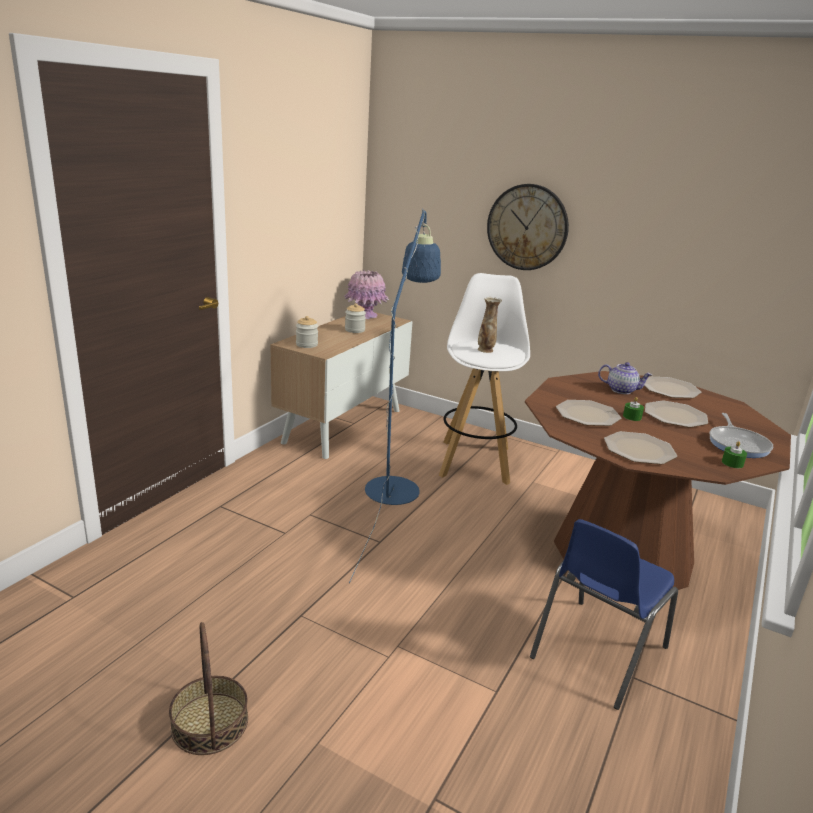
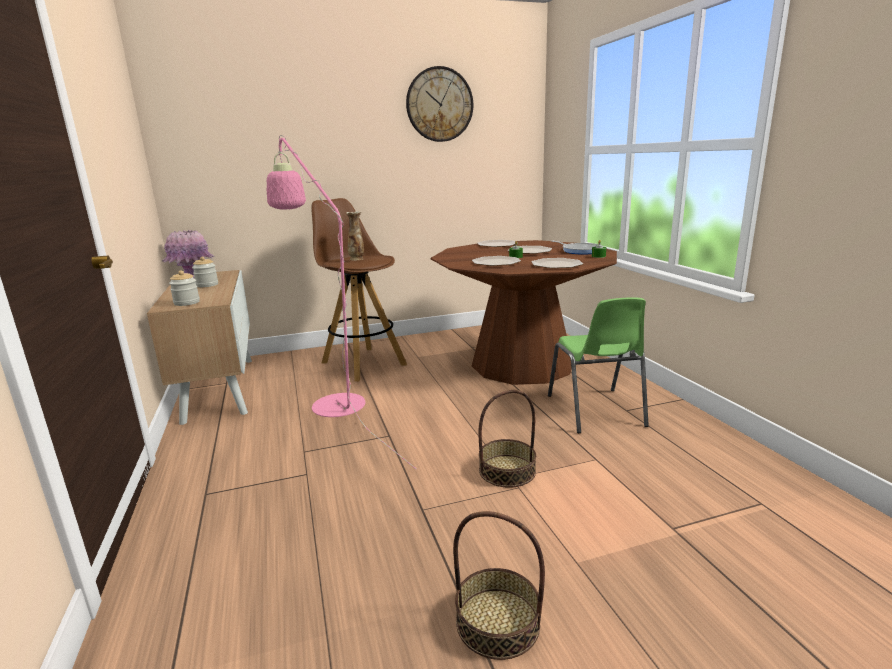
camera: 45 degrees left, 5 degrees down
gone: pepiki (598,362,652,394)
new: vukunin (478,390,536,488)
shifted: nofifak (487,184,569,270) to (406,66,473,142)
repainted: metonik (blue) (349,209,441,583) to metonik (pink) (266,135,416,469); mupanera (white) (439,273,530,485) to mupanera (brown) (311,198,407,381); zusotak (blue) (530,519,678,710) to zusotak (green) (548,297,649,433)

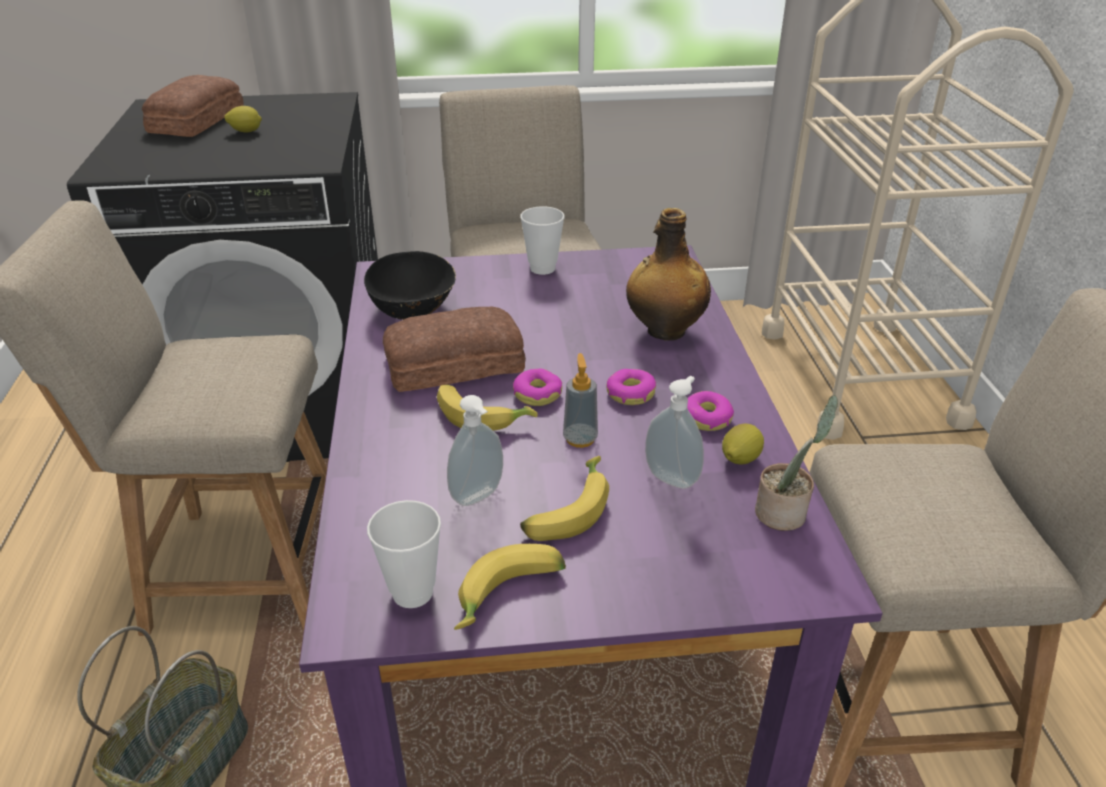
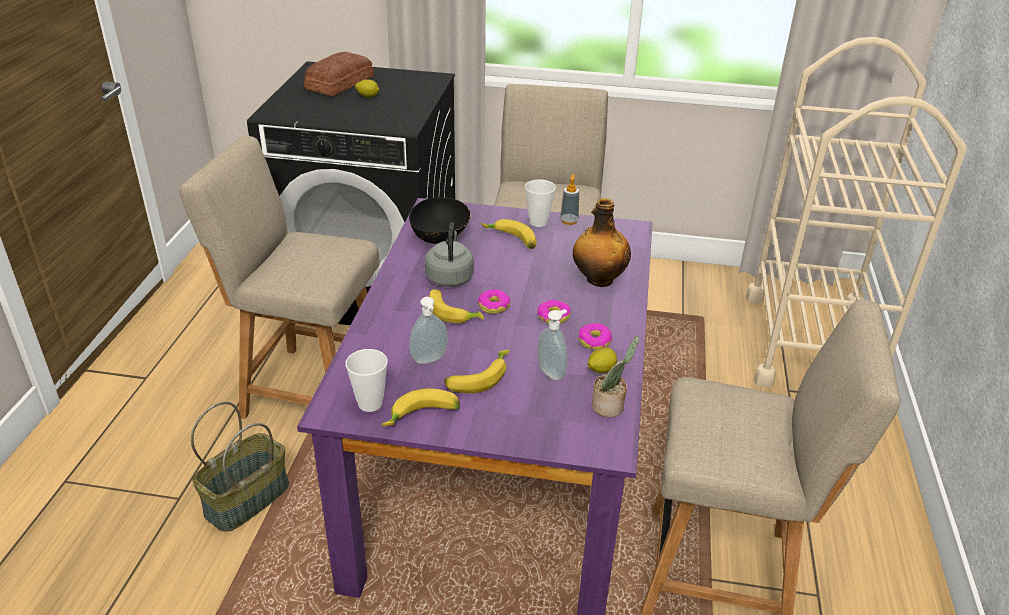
camera: 15 degrees right, 0 degrees up
new: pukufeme (481,219,537,249)
shifted: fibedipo (563,353,598,448) to (560,174,579,225)
swapped: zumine (383,307,526,392) to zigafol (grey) (425,222,474,287)

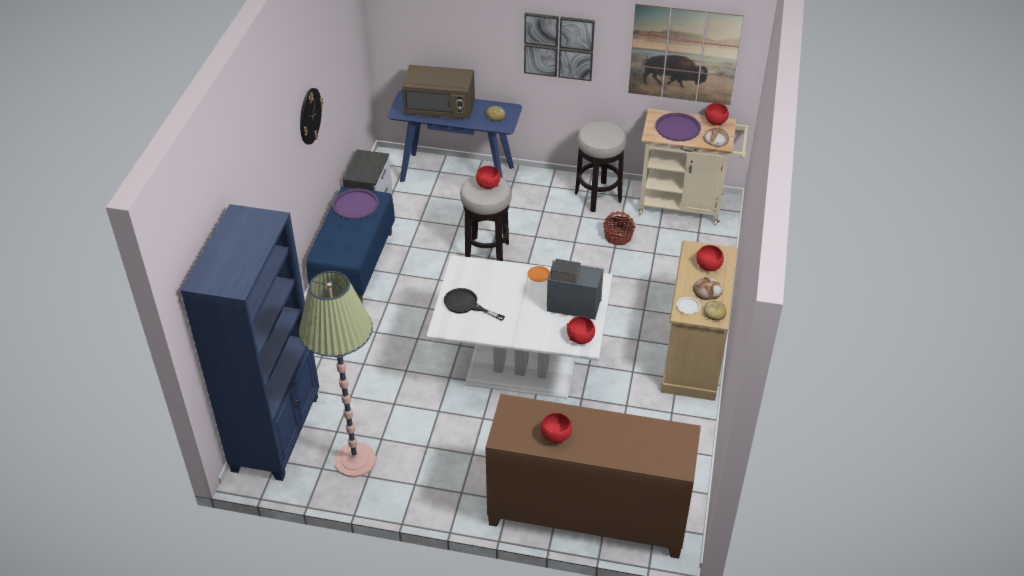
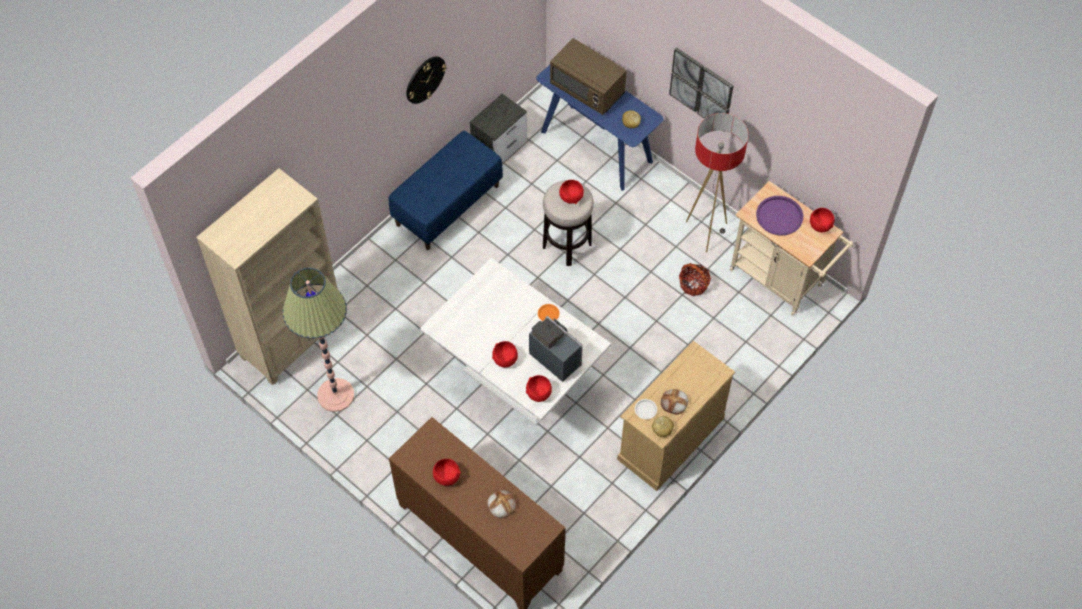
camera: 30 degrees right, 15 degrees up
gone: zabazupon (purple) (333,189,379,219); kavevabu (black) (444,288,505,321); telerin (628,4,744,105)
shifted: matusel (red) (696,245,724,271) to (492,341,518,368); zumine (703,128,729,147) to (487,490,517,518)
swapped: mupanera (575,121,627,212) to metonik (686,113,749,252)
repainted: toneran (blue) (180,204,319,481) to toneran (beige) (196,168,338,385)

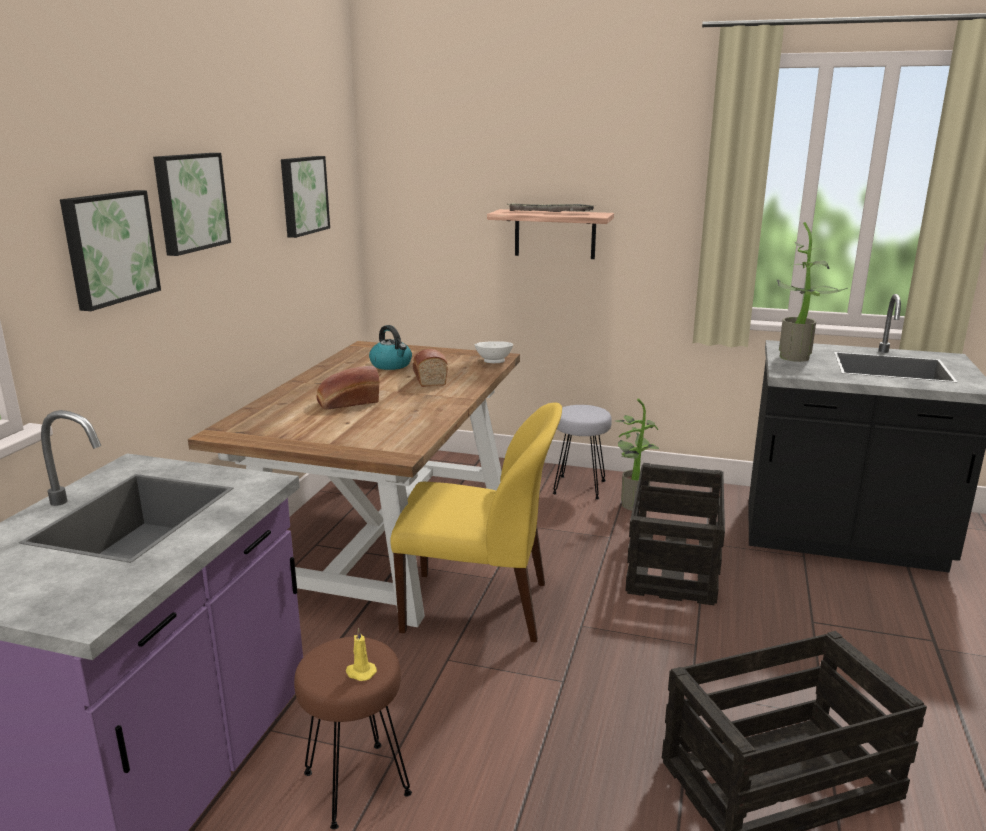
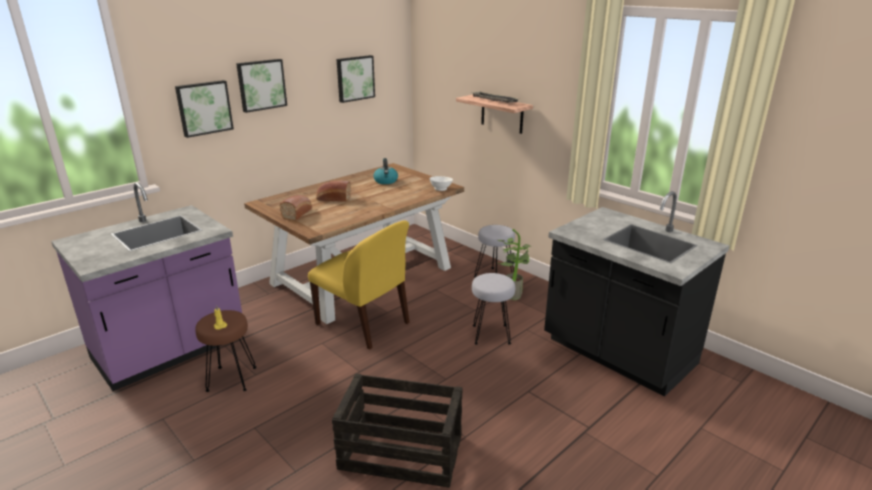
camera: 30 degrees right, 5 degrees up
gone: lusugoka (777,222,848,362)
shifted: zumine (413,349,448,387) to (279,195,312,221)
swapped: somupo (625,463,725,606) to mupanera (grey) (472,273,515,345)

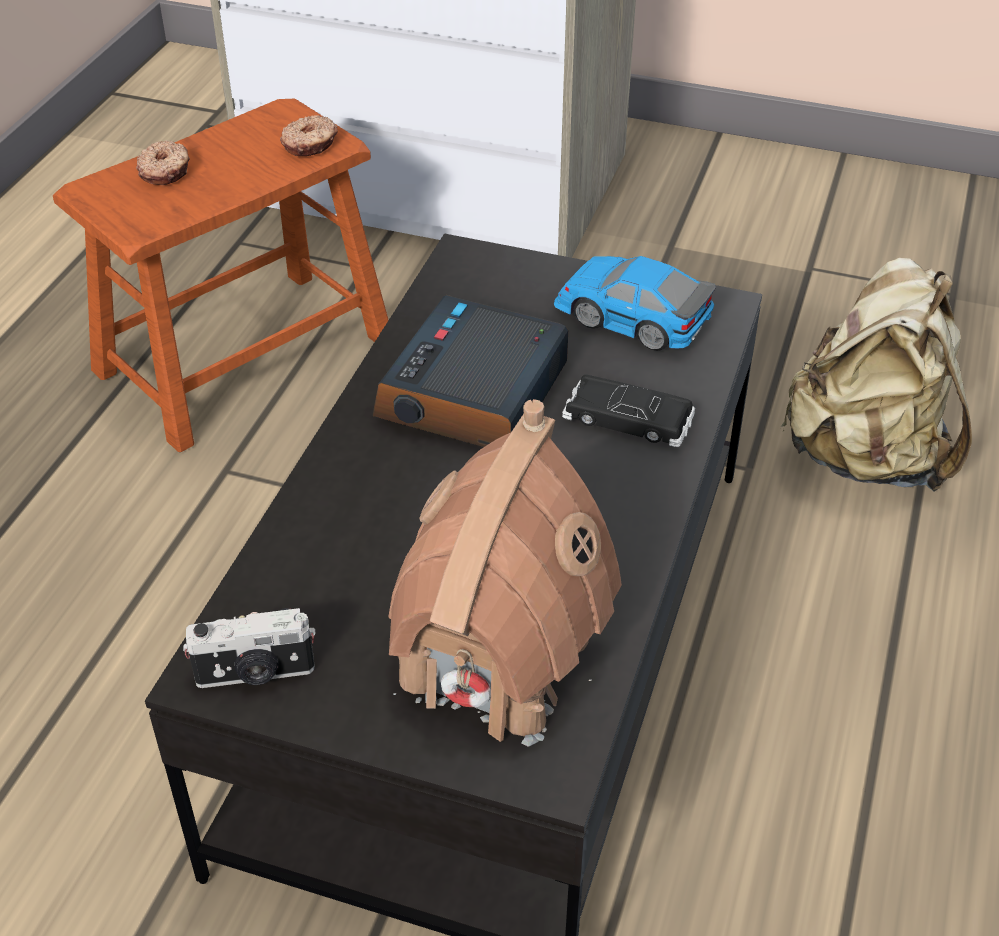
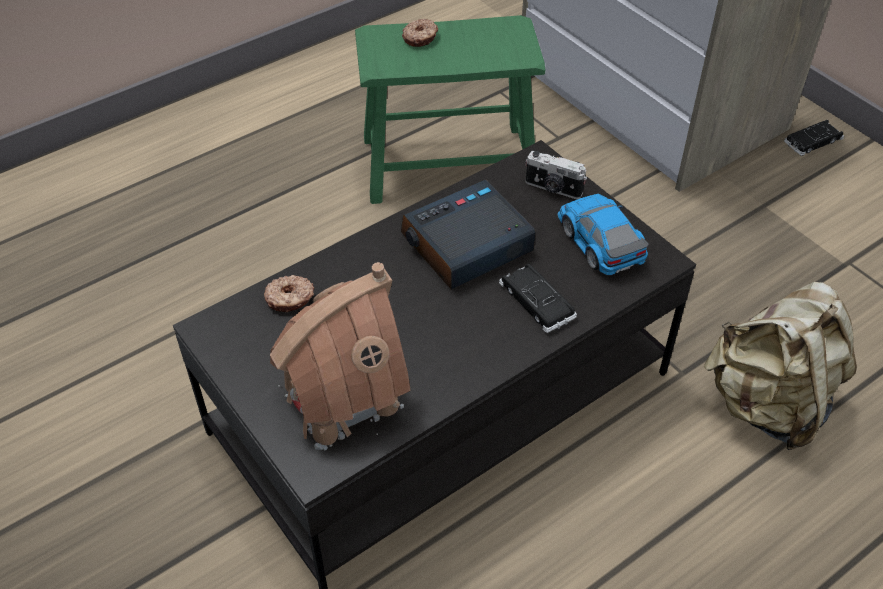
camera: 35 degrees right, 5 degrees up
new: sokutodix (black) (784,120,844,156)
shifted: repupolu (183,608,316,688) to (526,151,587,199); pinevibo (280,115,338,156) to (264,275,314,313)
repainted: mupanera (brown) (53,99,388,452) to mupanera (green) (355,15,545,204)

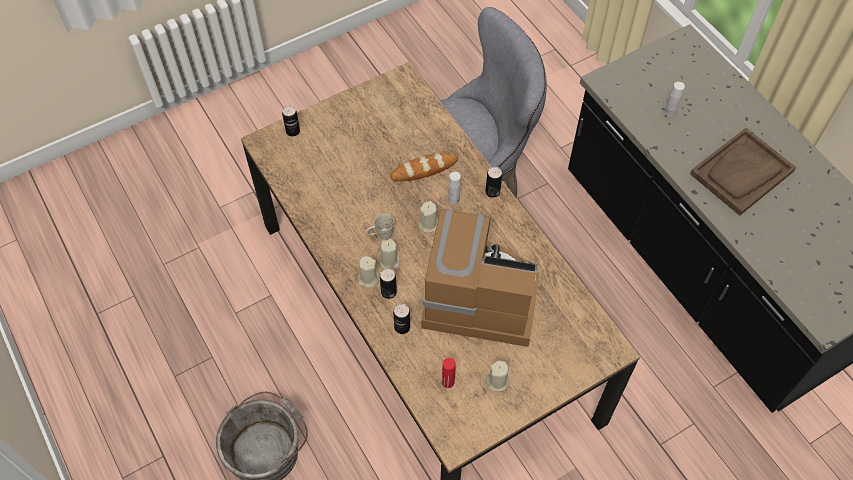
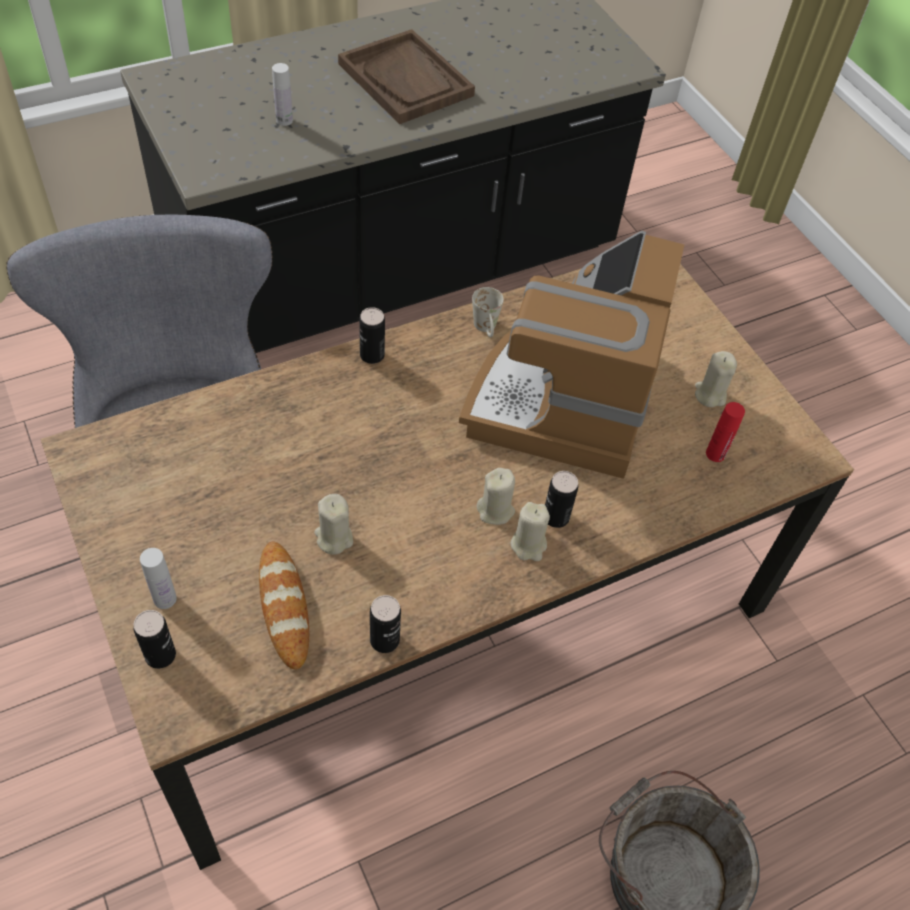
camera: 90 degrees left, 5 degrees down
shifted: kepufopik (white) (365,214,394,240) to (472,287,504,337); zumine (390,153,458,181) to (259,541,309,670); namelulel (393,304,410,334) to (370,595,401,653); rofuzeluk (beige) (418,201,438,233) to (314,494,353,555); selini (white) (448,172,461,205) to (140,548,177,609)

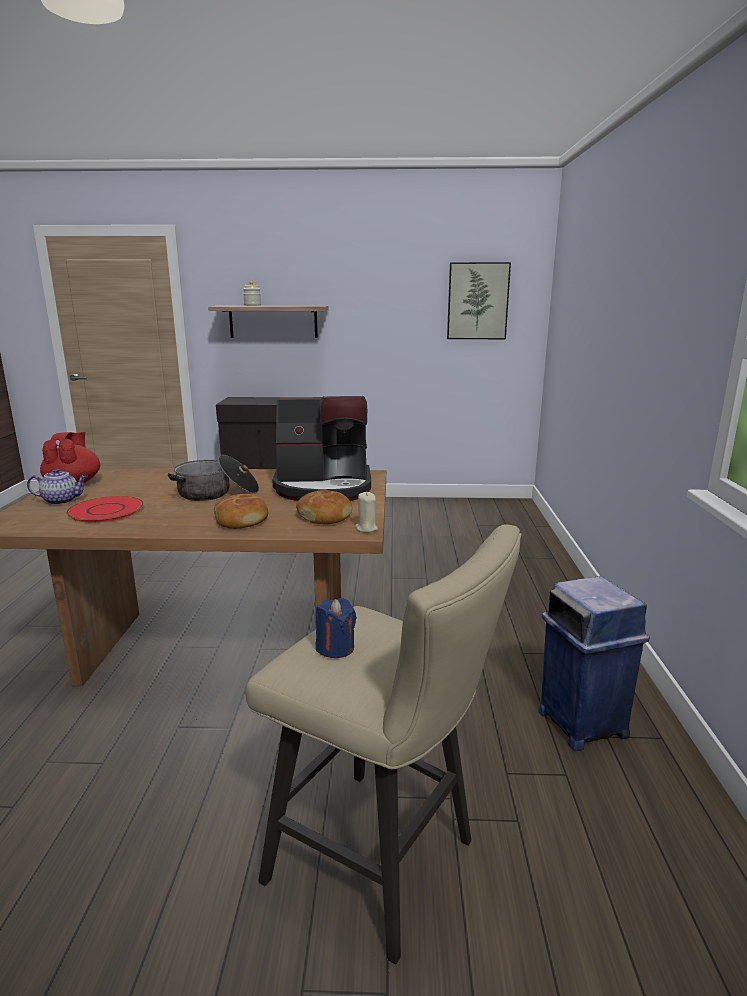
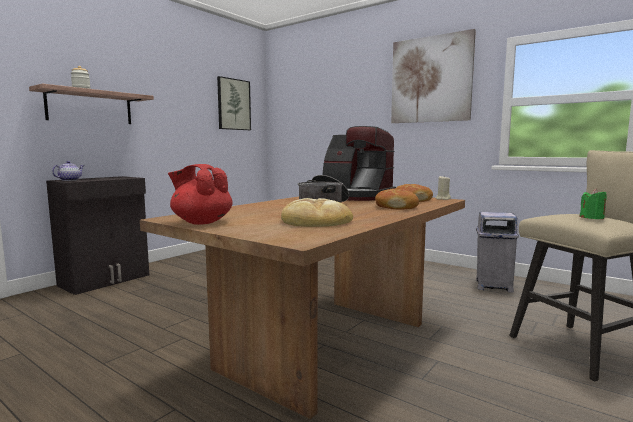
camera: 55 degrees left, 10 degrees down
new: telerin (391,29,476,123)
shifted: pepiki (27,468,87,505) to (52,161,84,181)
swapped: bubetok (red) (66,496,144,522) to zumine (281,198,353,227)
repainted: rofuzeluk (blue) (316,598,356,658) to rofuzeluk (green) (580,189,607,219); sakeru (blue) (539,576,650,751) to sakeru (grey) (476,212,519,293)
rotated: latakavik (272,396,371,501) = (323,126,396,201) 90 degrees clockwise

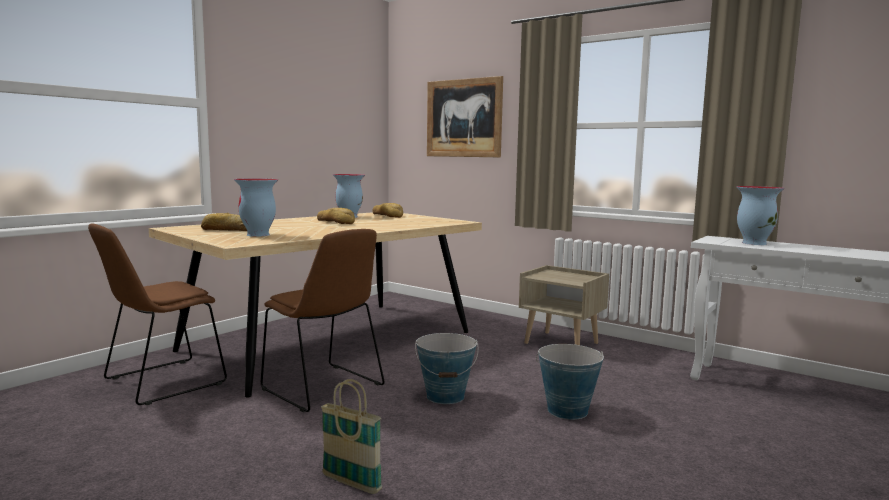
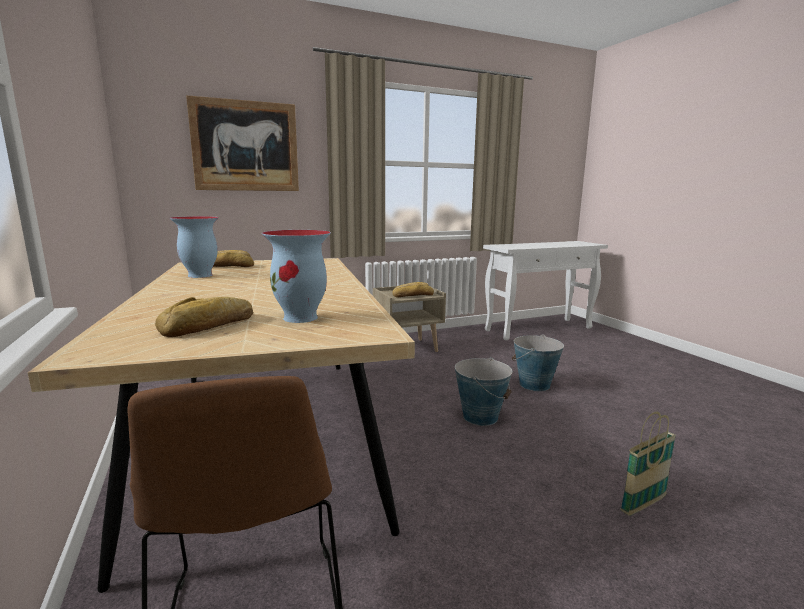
camera: 60 degrees left, 5 degrees up
gone: zusotak (brown) (261,229,385,412); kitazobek (736,186,785,245)
shifted: zumine (317,208,355,224) to (393,282,434,297)

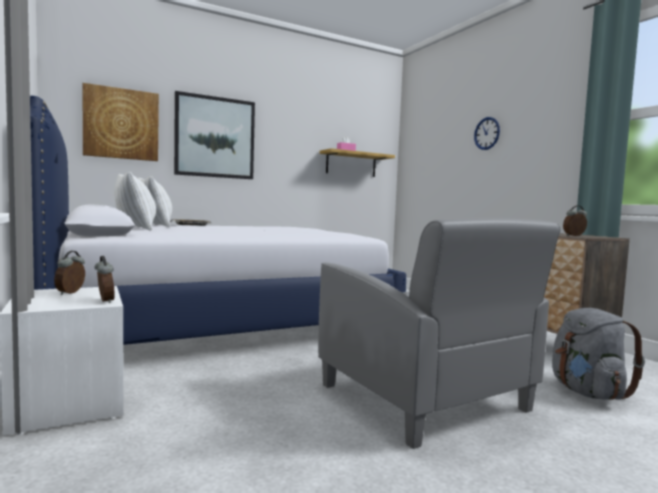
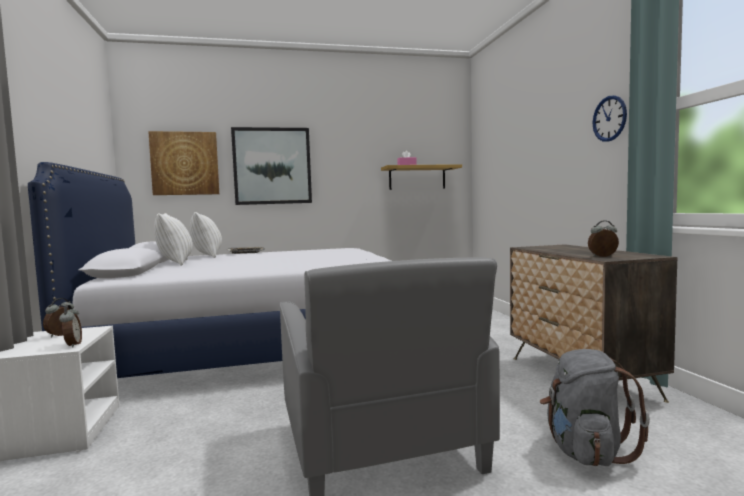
camera: 15 degrees right, 0 degrees up
shifted: nofifak (474,117,500,150) to (593,95,627,142)

